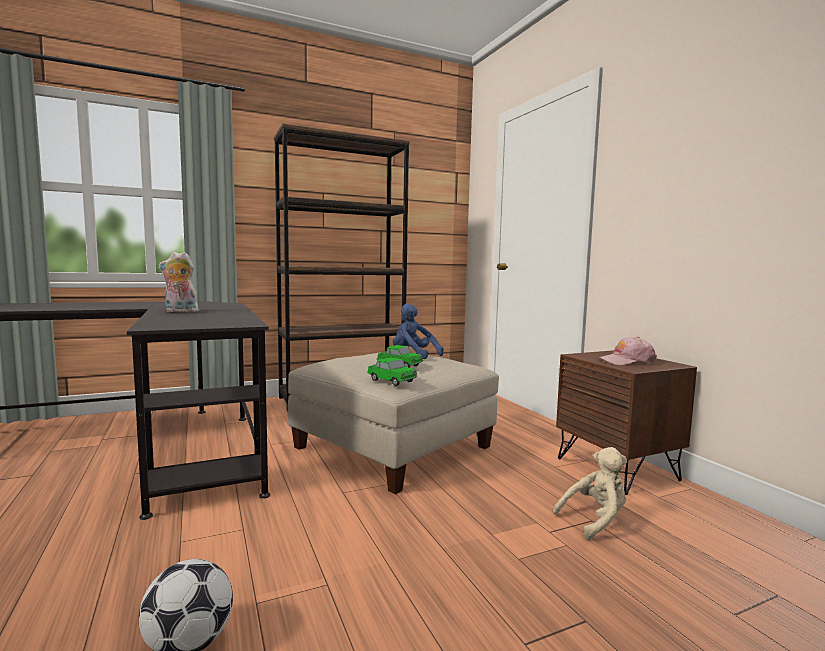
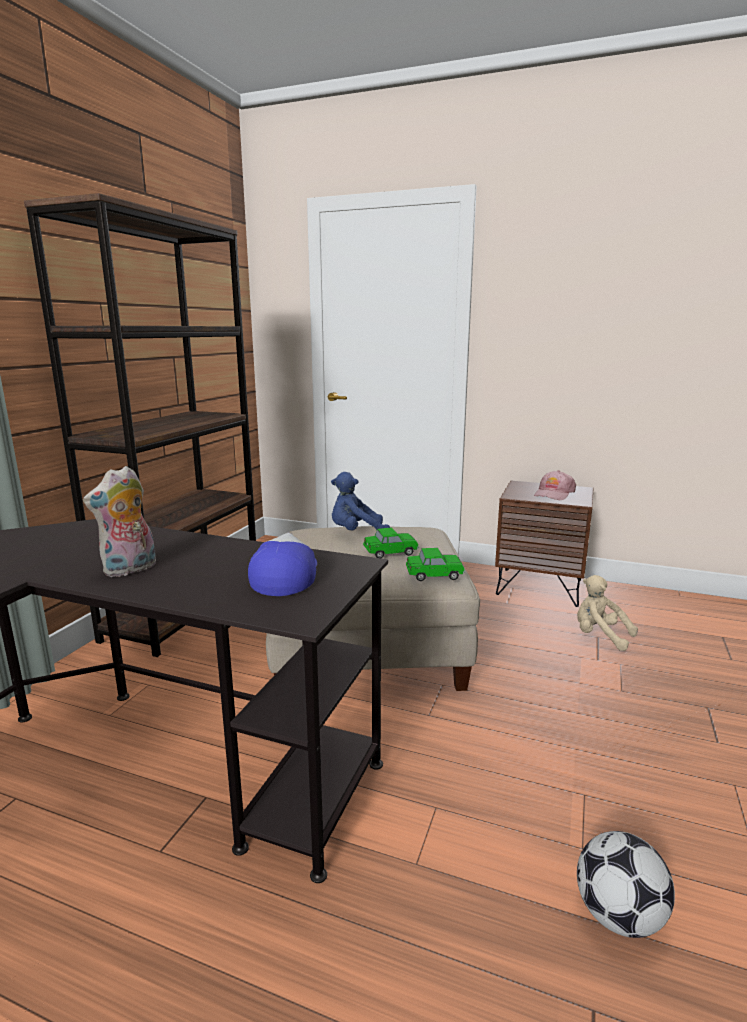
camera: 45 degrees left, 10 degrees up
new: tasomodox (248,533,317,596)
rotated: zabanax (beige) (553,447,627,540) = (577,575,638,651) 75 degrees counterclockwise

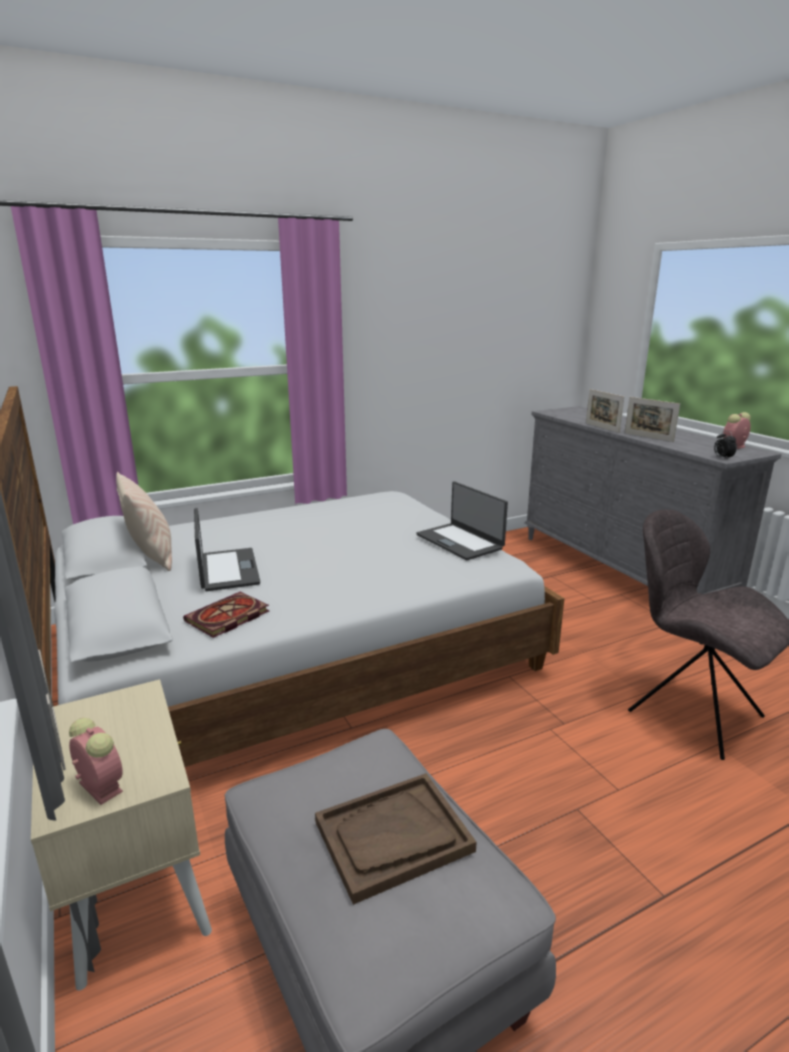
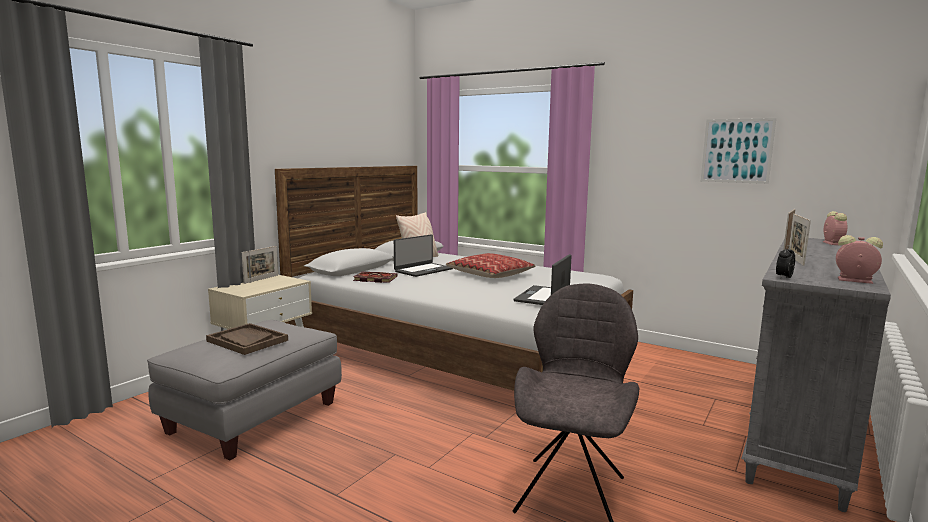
camera: 60 degrees right, 10 degrees down
new: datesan (446,253,535,278); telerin (701,118,776,184)
shifted: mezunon (69,718,123,805) to (823,211,847,245)

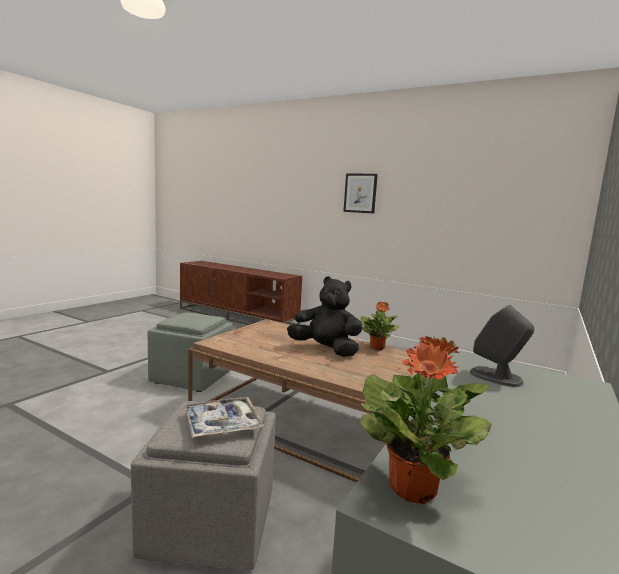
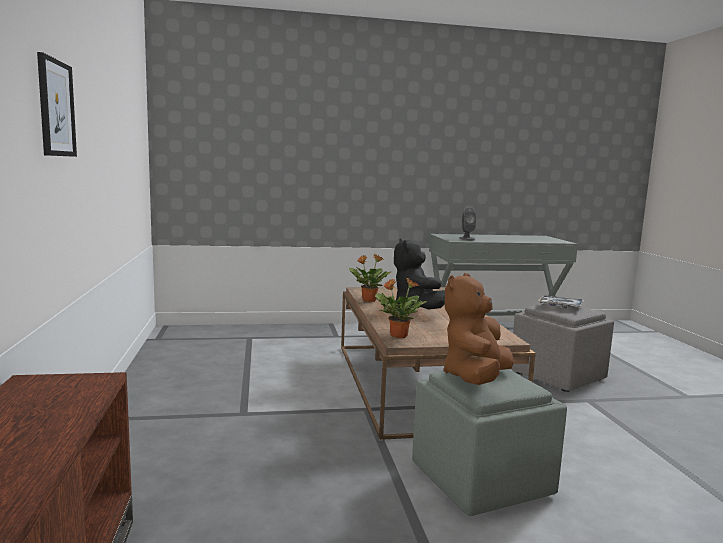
camera: 130 degrees left, 0 degrees up
new: zabanax (brown) (443,273,514,385)
shifted: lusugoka (360,336,491,504) to (375,278,428,338)

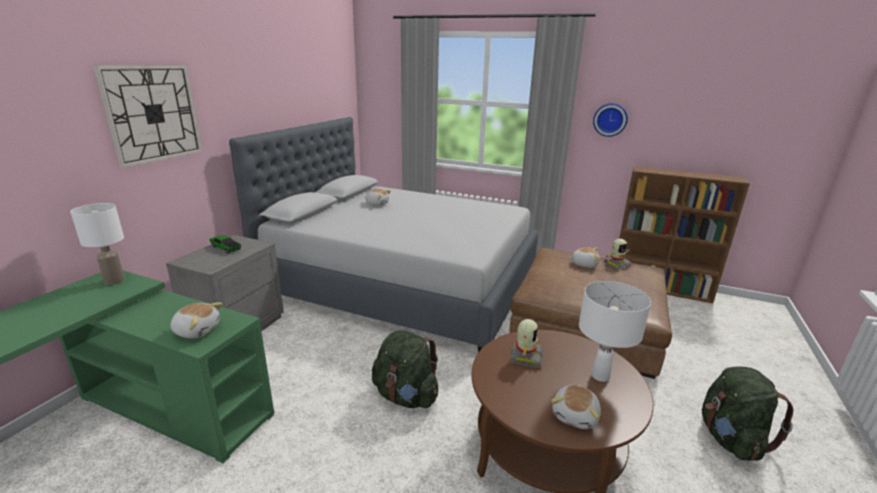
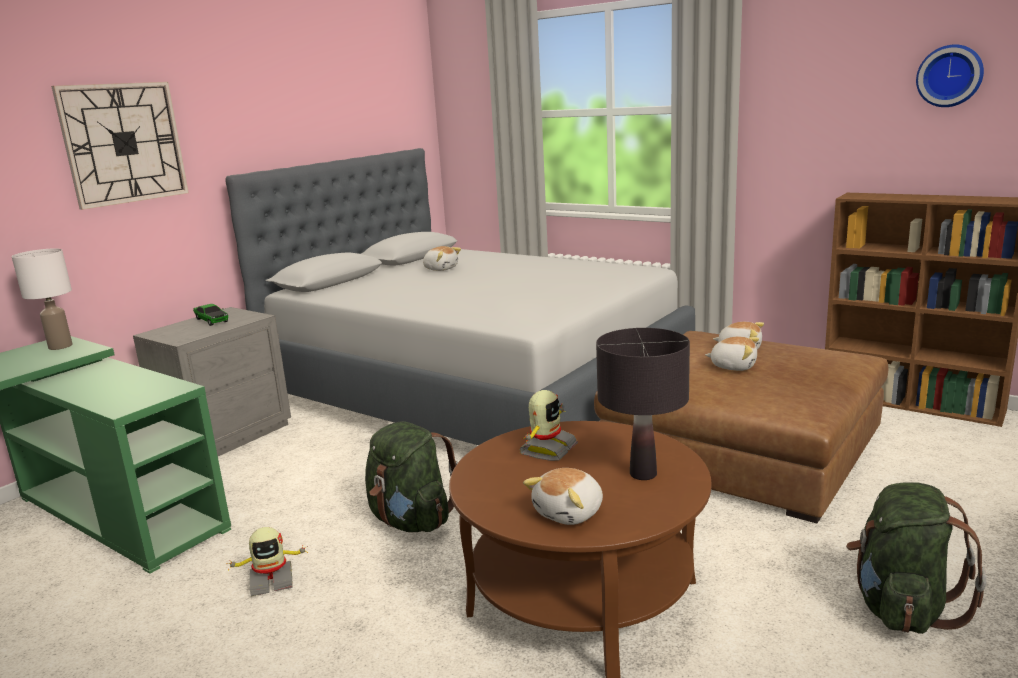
camera: 15 degrees right, 5 degrees down
shifted: zabanax (170,302,223,338) to (705,337,759,371); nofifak (593,103,628,137) to (916,44,984,107); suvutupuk (604,239,632,270) to (226,527,308,596)
repainted: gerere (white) (579,281,651,382) to gerere (black) (596,328,690,480)

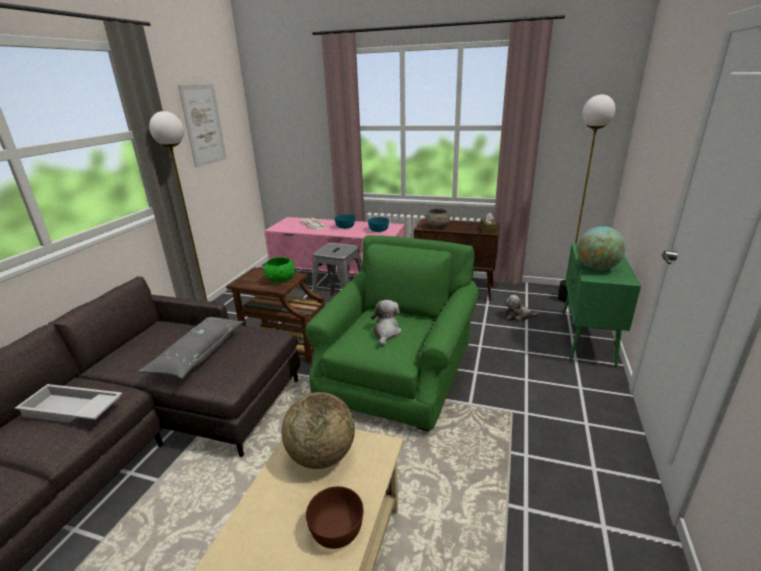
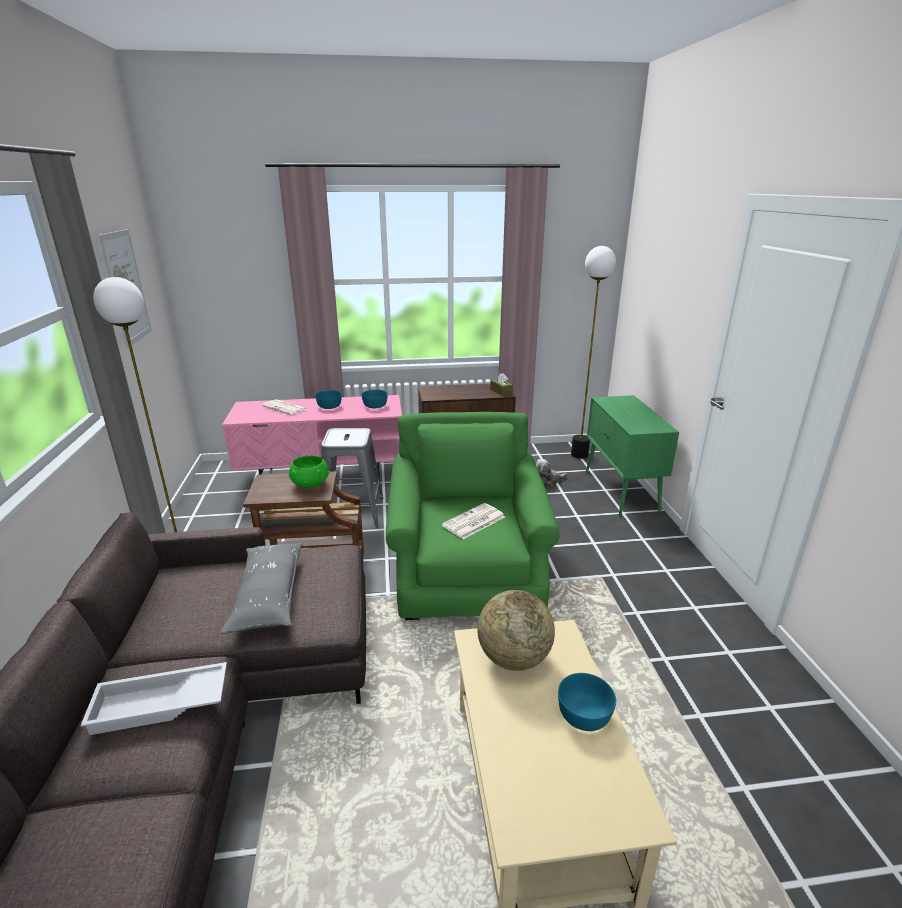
camera: 25 degrees left, 0 degrees up
gone: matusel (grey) (425,209,450,228); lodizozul (577,226,626,270)
swapped: zabanax (371,300,402,346) to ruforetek (442,503,505,539)
repainted: matusel (brown) (306,486,363,549) to matusel (turquoise) (558,673,616,731)

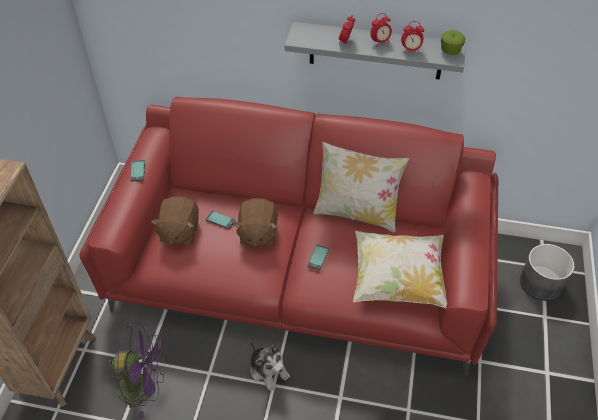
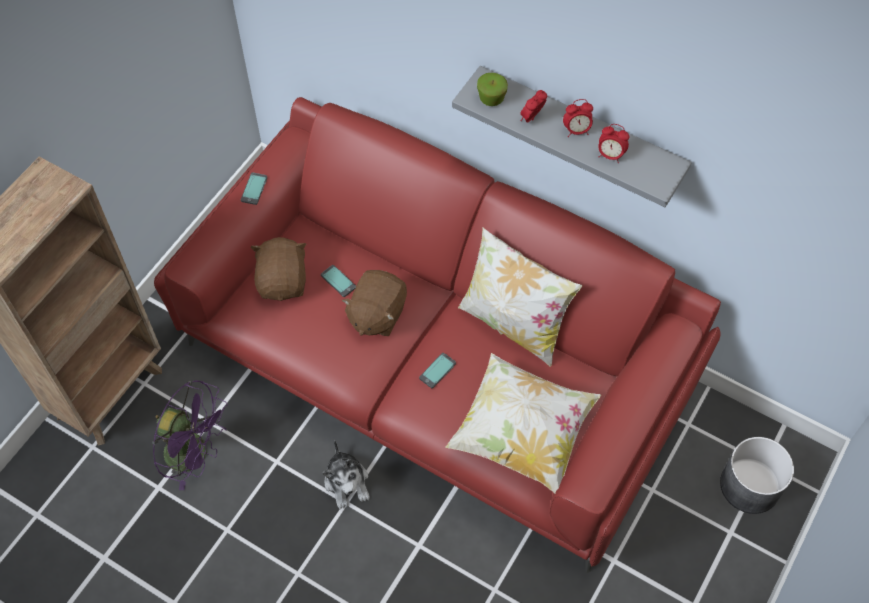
camera: 20 degrees right, 10 degrees up
shifted: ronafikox (441,30,466,55) to (477,73,508,106)
rotated: zabanax (brown) (151,196,199,245) = (251,237,306,301) 150 degrees clockwise

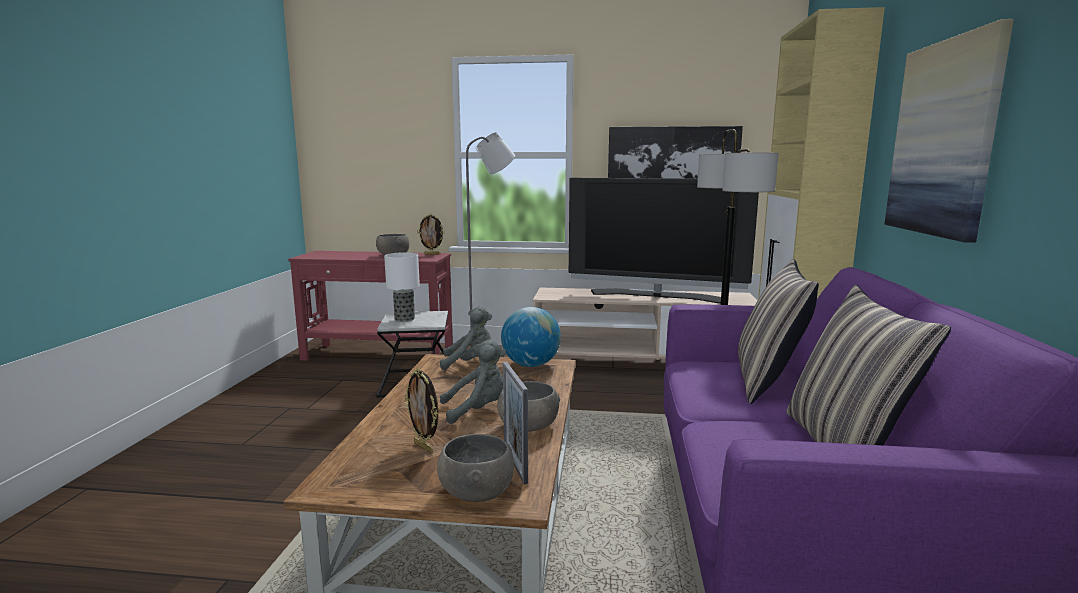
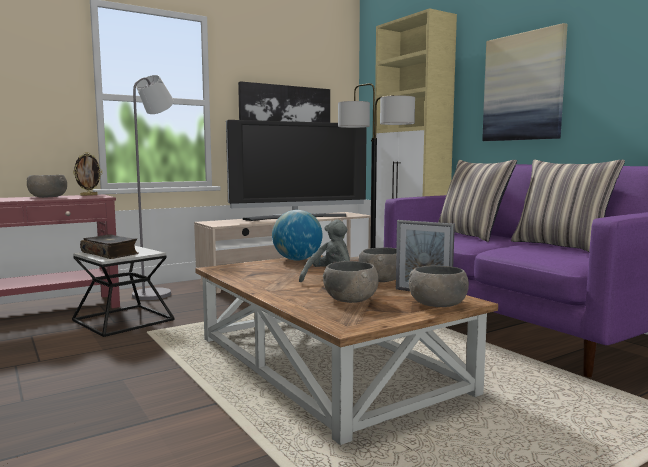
camera: 40 degrees left, 5 degrees down
gone: zabanax (grey) (440,306,492,370)
swapped: gerere (384,252,420,322) to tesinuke (80,234,139,259); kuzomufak (405,368,438,453) to matusel (grey) (323,261,379,303)

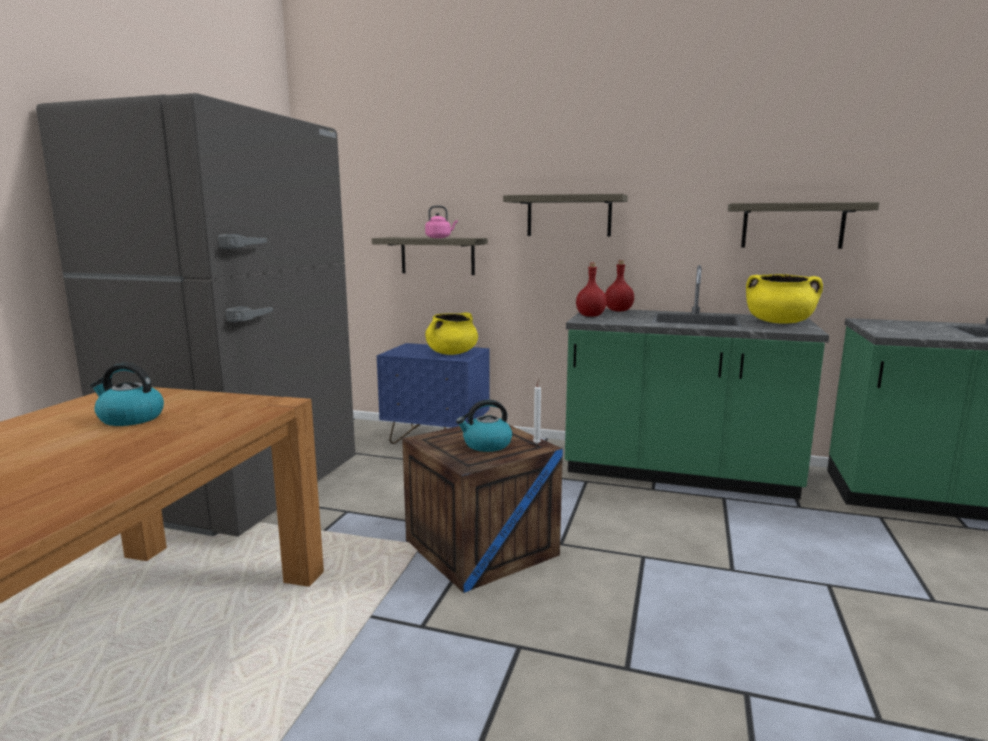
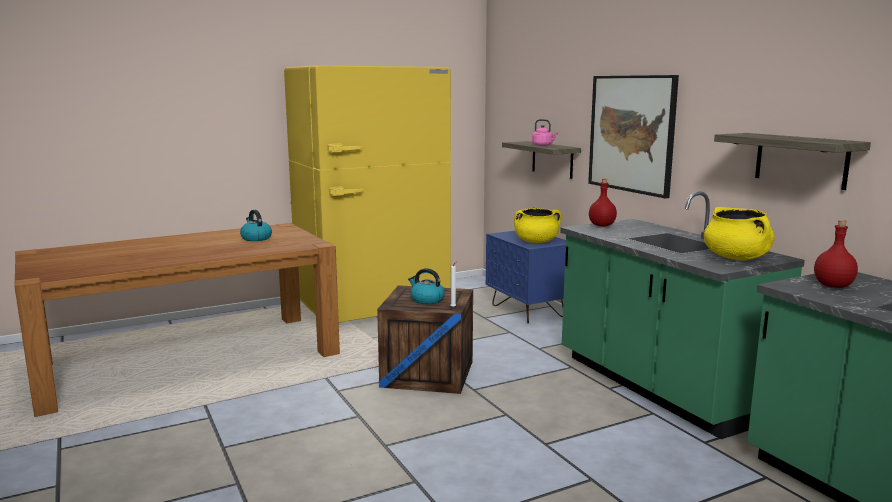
camera: 45 degrees right, 0 degrees up
shifted: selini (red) (605,260,634,312) to (814,220,858,288)
swapped: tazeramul (503,194,628,237) to telerin (588,75,679,198)
repainted: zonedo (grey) (36,93,355,537) to zonedo (yellow) (284,66,451,323)

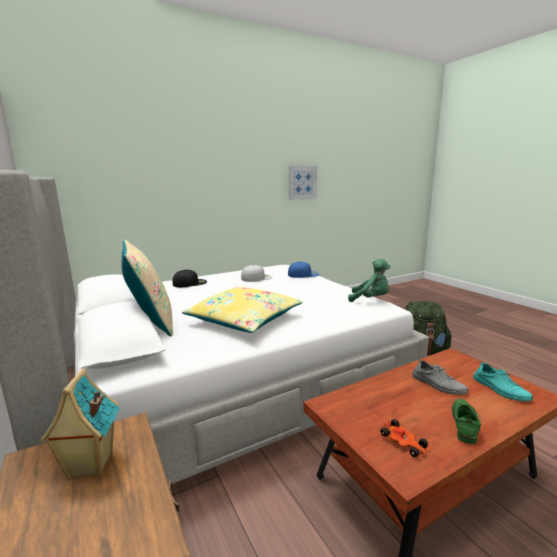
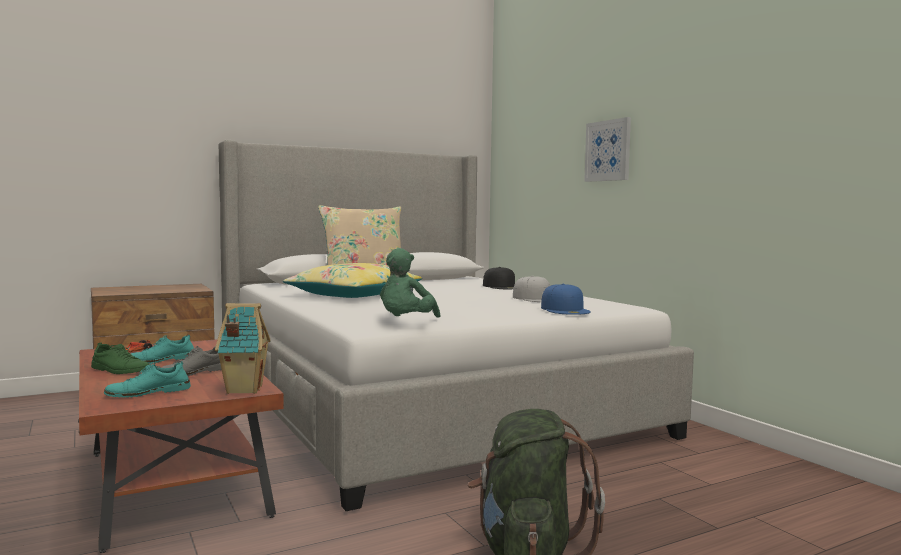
camera: 90 degrees right, 10 degrees down
new: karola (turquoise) (131,334,194,364)
shifted: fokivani (40,368,120,479) to (215,303,271,394); telerin (289,166,317,200) to (584,117,631,182)

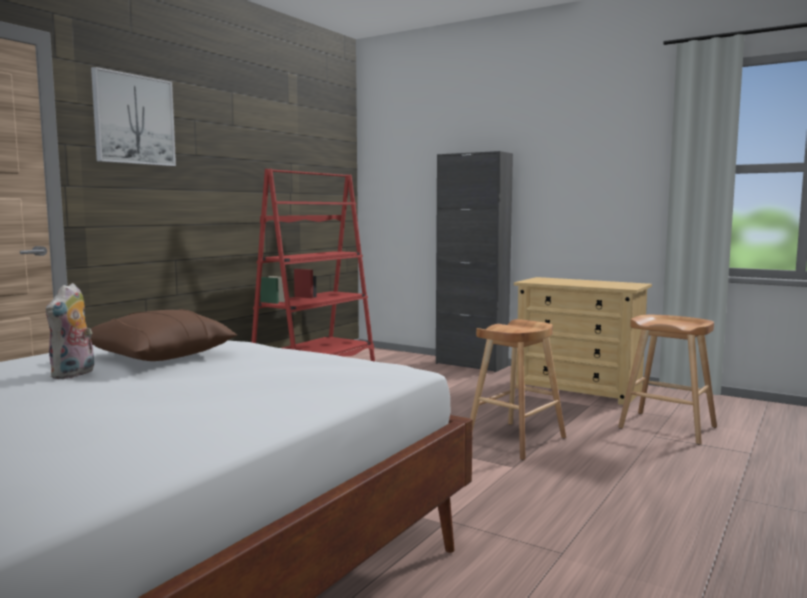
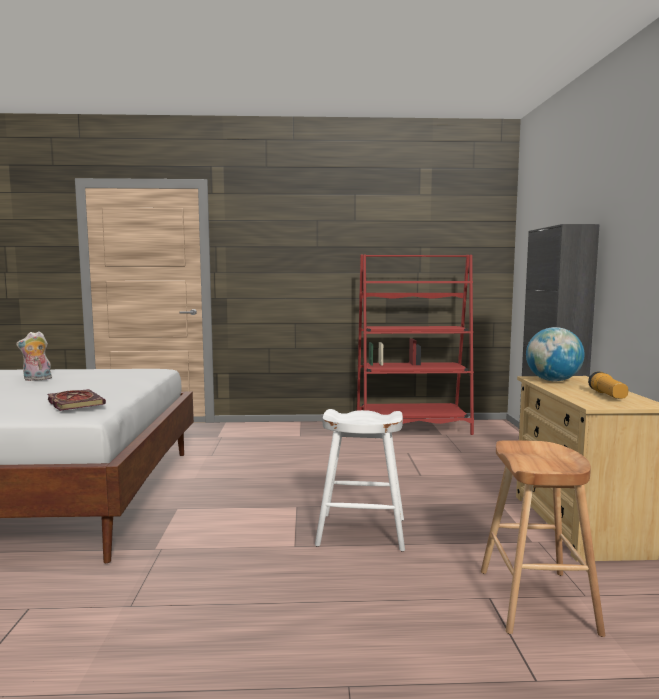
camera: 55 degrees right, 0 degrees up
gone: telerin (91,67,176,166); datesan (brown) (91,309,237,361)
new: tesinuke (48,389,106,411); lodizozul (526,327,584,381); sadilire (588,372,628,399)
repainted: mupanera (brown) (470,319,566,460) to mupanera (white) (315,409,405,551)

